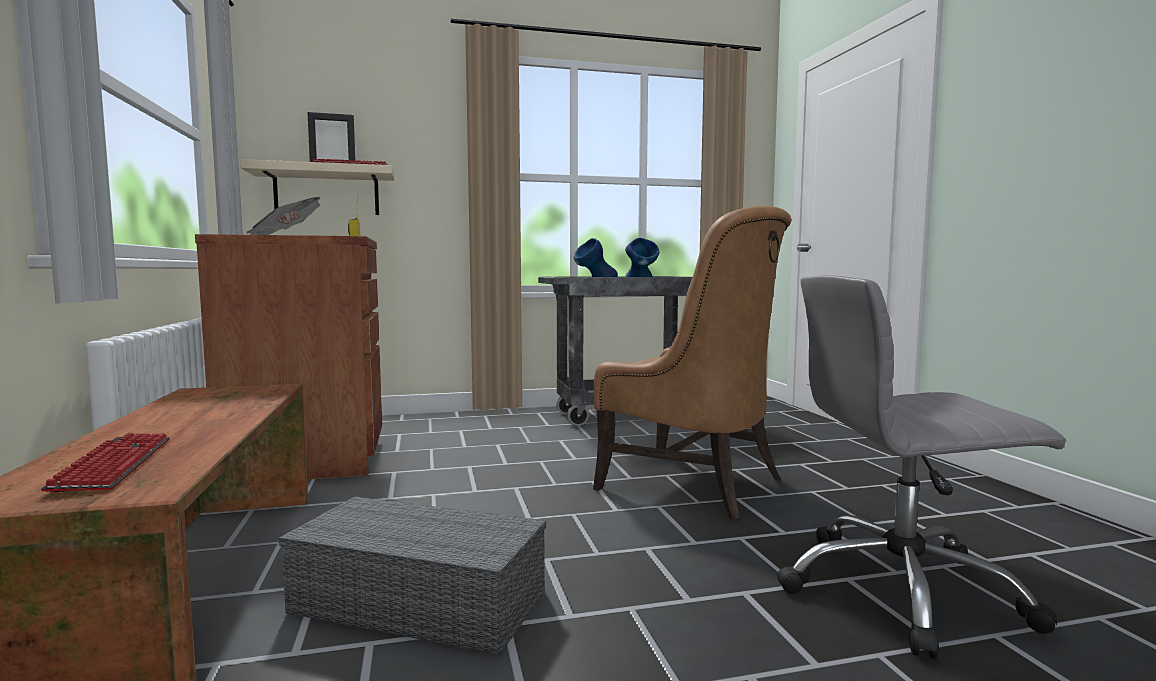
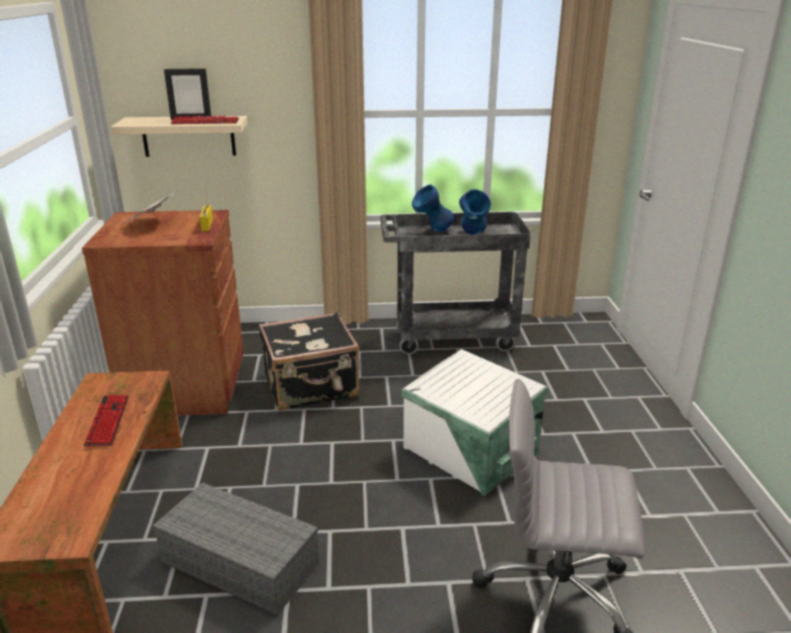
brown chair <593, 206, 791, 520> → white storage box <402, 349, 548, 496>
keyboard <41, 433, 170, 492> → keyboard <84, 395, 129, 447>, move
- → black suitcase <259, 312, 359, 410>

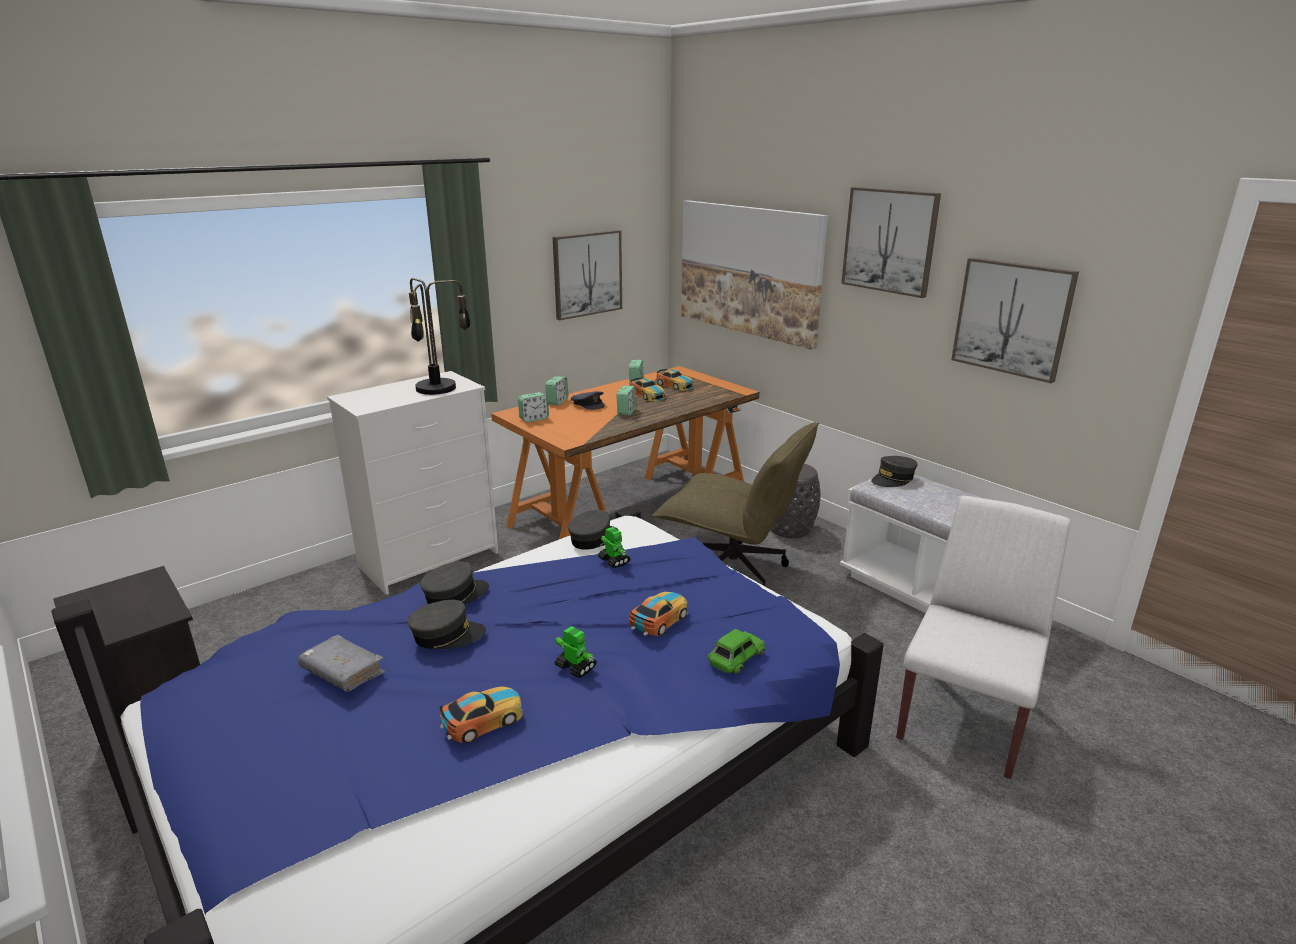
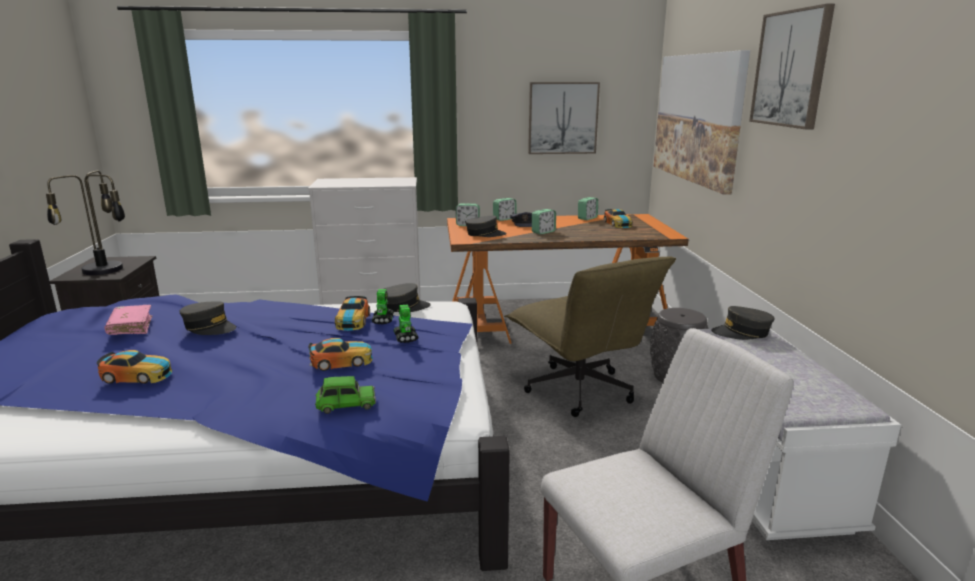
picture <951, 257, 1079, 383> → -
table lamp <409, 278, 470, 395> → table lamp <46, 170, 125, 275>, move
toy car <631, 377, 665, 401> → toy car <335, 296, 370, 331>, move
grey cap <420, 561, 489, 604> → grey cap <465, 216, 507, 237>, move
toy robot <554, 626, 596, 678> → toy robot <393, 305, 419, 343>, move
grey book <298, 635, 385, 691> → pink book <104, 305, 152, 335>

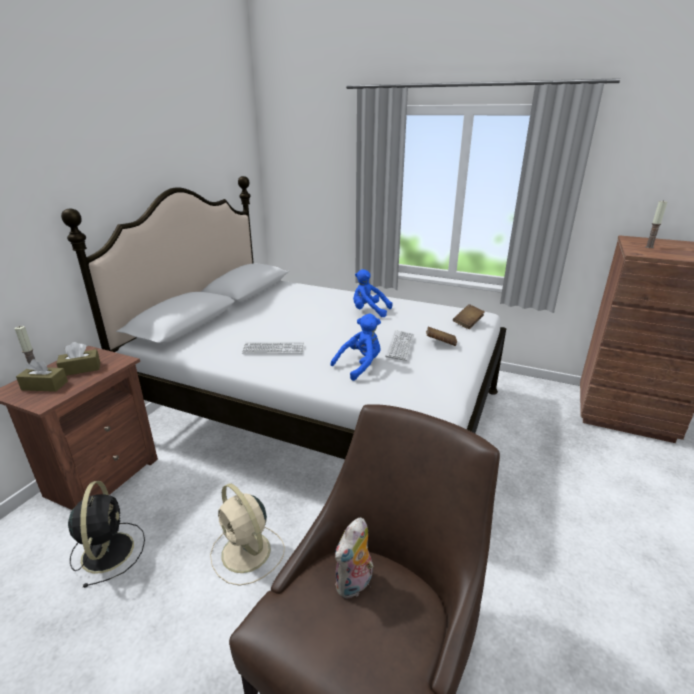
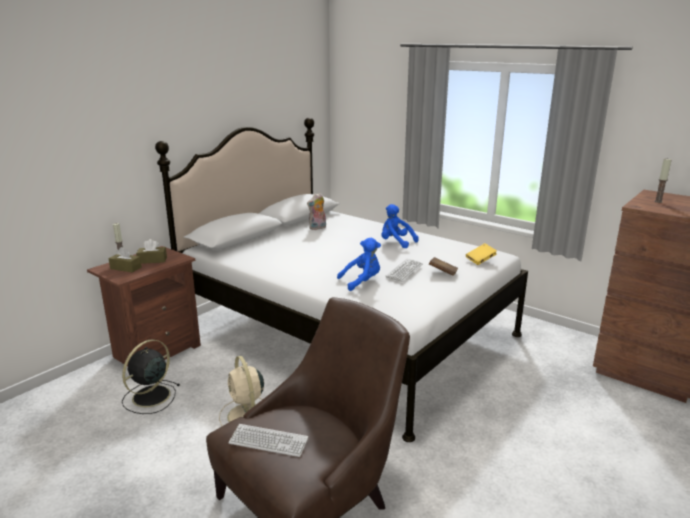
brown book <453, 304, 485, 329> → yellow book <466, 243, 497, 265>
keyboard <242, 342, 304, 354> → keyboard <229, 424, 309, 457>, move
black fan <68, 481, 145, 588> → black fan <122, 340, 180, 414>, 150 degrees counterclockwise
plush toy <335, 518, 373, 599> → plush toy <307, 193, 326, 230>, move

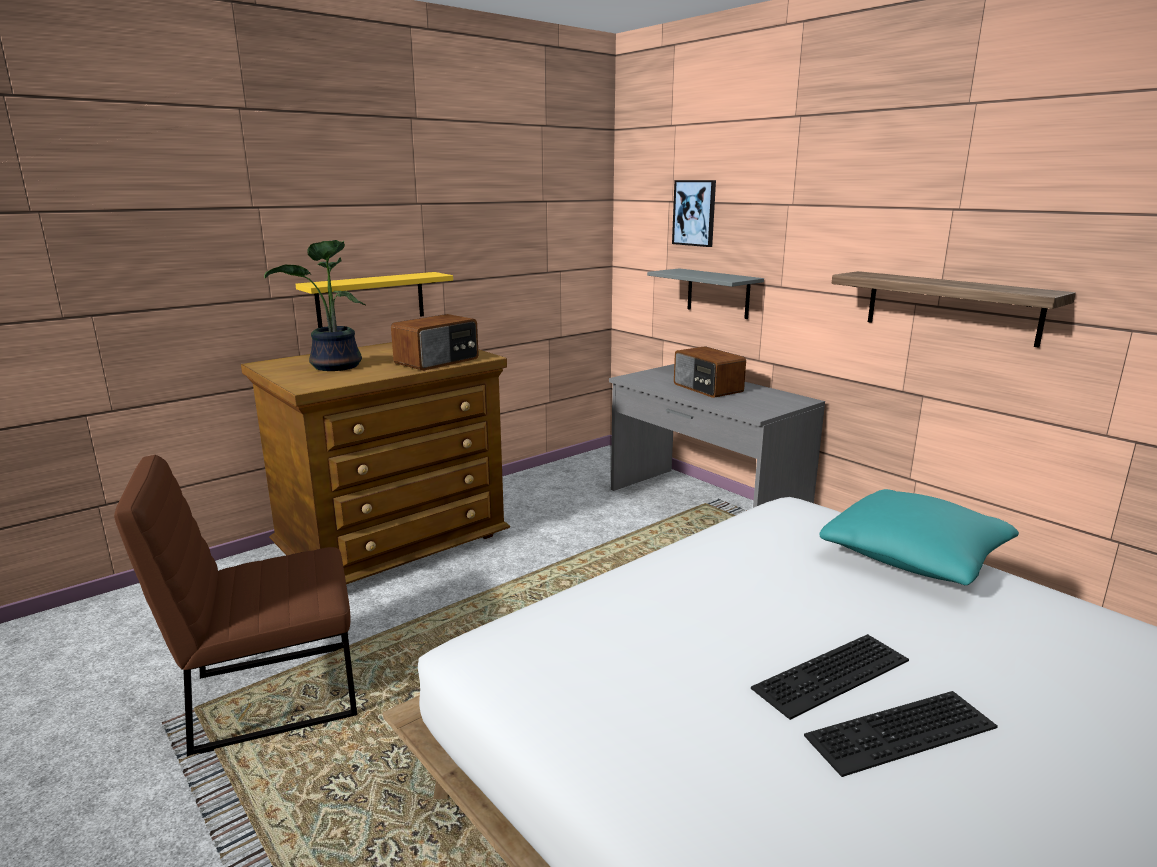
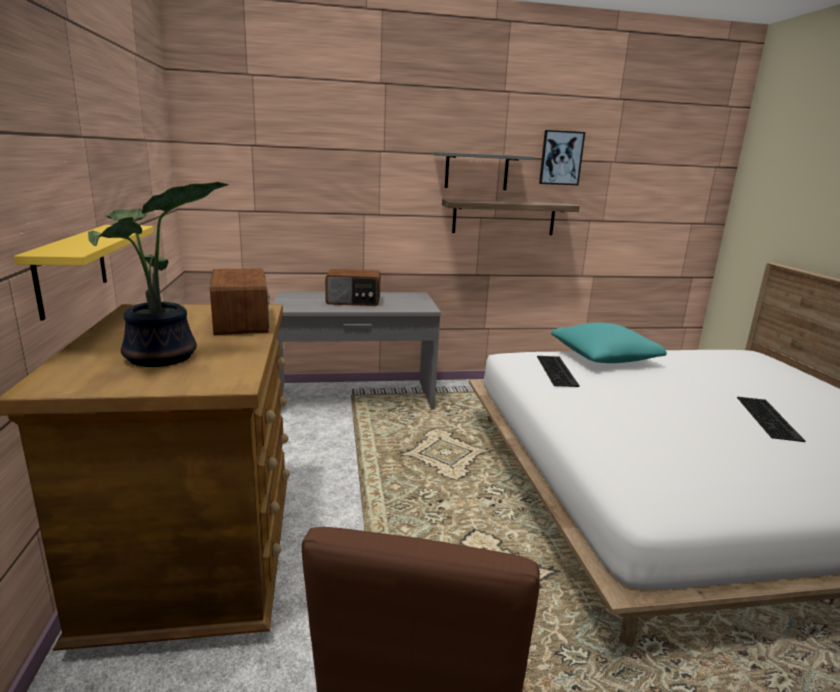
picture <672, 180, 716, 247> → picture <539, 130, 585, 185>, move
grey shelf <647, 268, 764, 319> → grey shelf <434, 152, 534, 190>, move
keyboard <751, 634, 909, 720> → keyboard <537, 356, 580, 387>, move

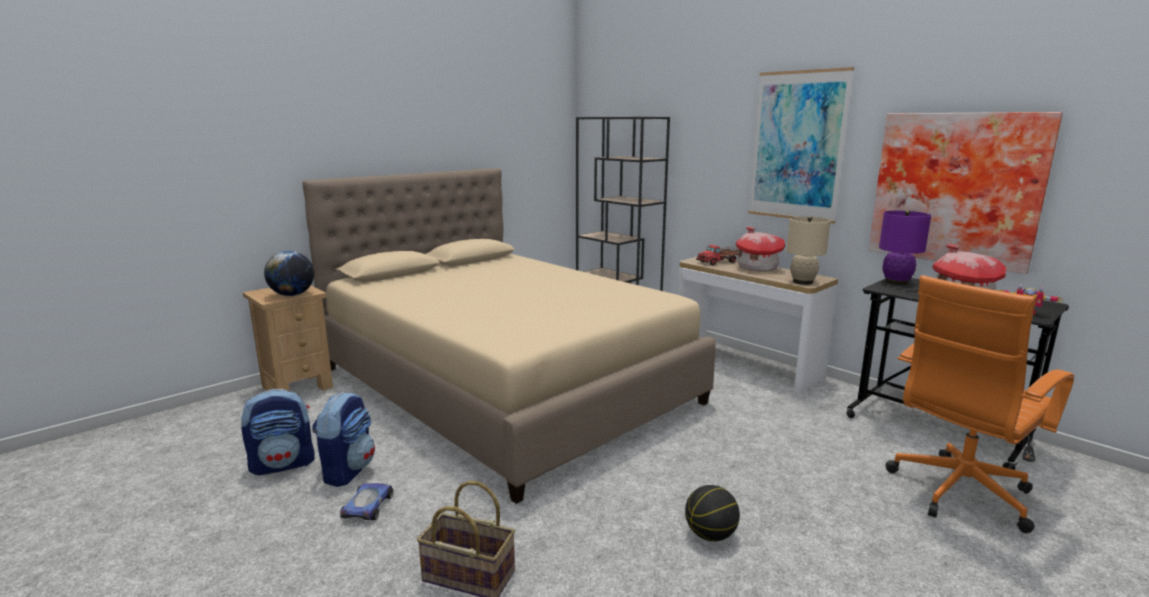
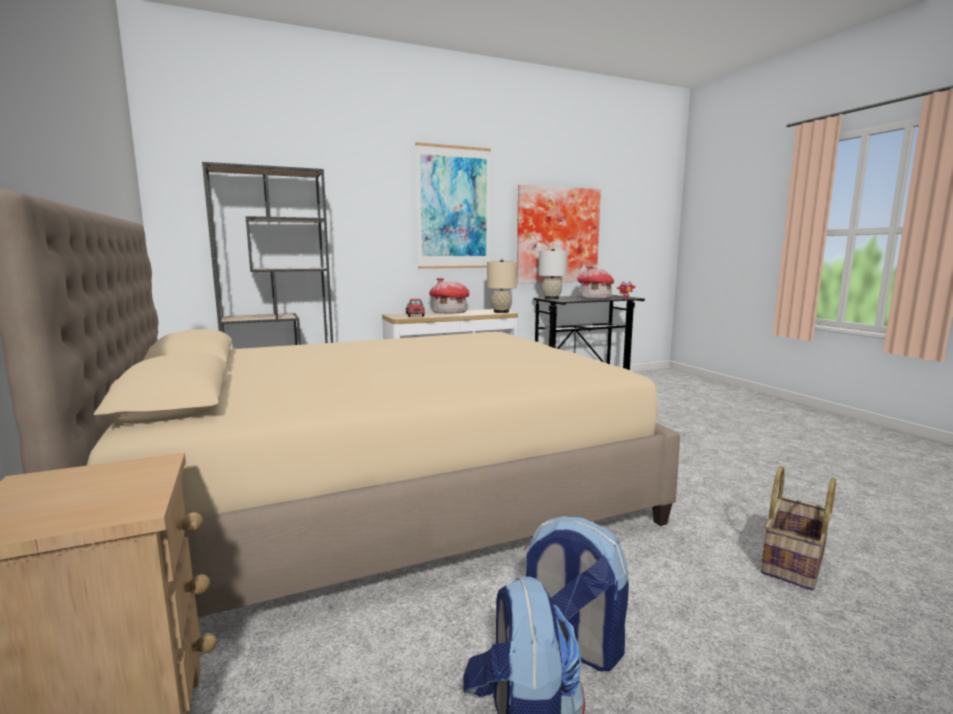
purple table lamp <879, 210, 931, 285> → white table lamp <538, 249, 567, 299>
globe <264, 251, 314, 296> → -
orange office chair <885, 275, 1074, 533> → -
toy car <340, 483, 393, 520> → -
basketball <685, 485, 740, 541> → -

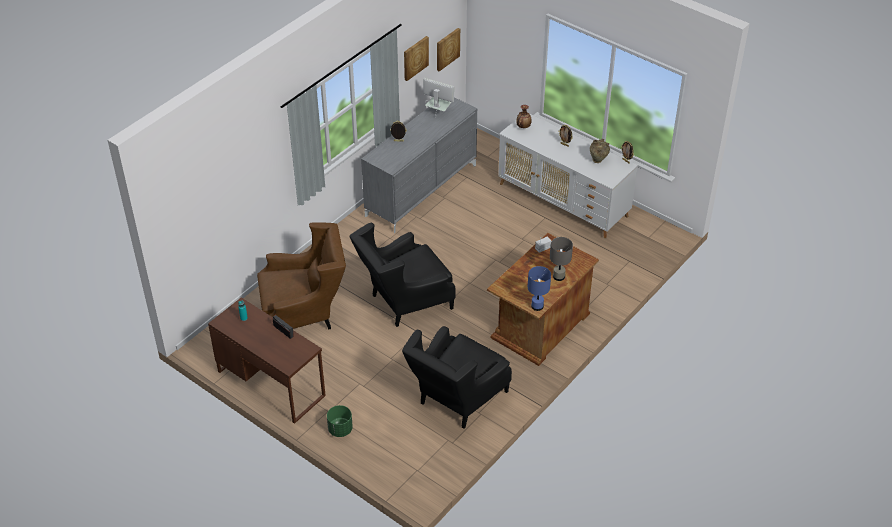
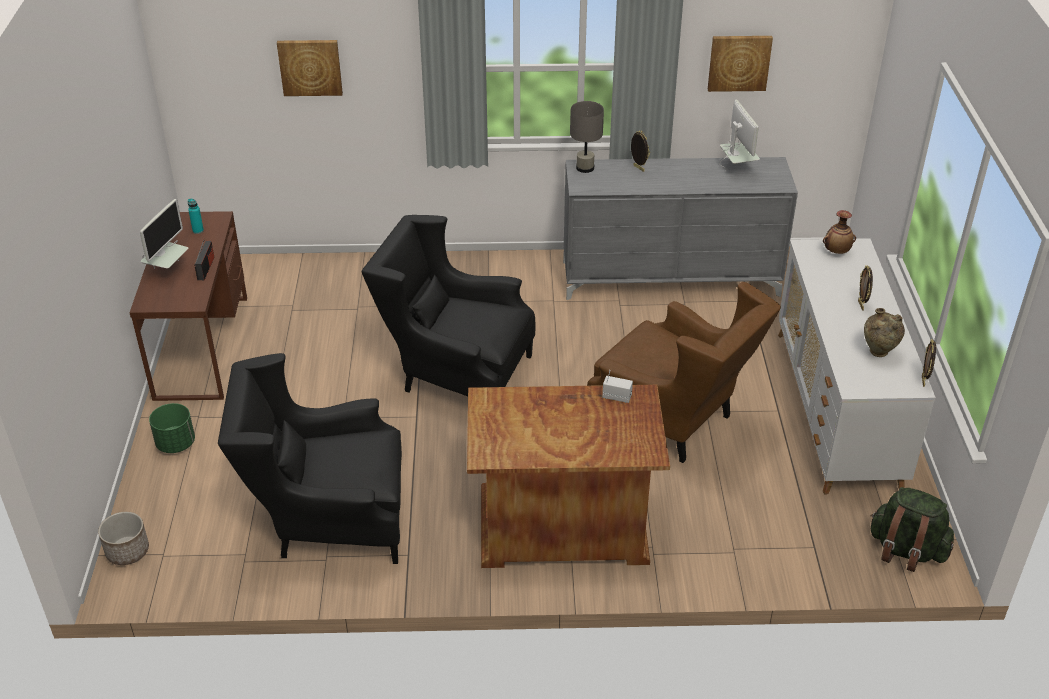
picture <437, 28, 460, 71> → picture <277, 40, 343, 96>, move
brown armchair <257, 222, 346, 329> → brown armchair <587, 282, 781, 463>, move
grey table lamp <550, 237, 573, 281> → grey table lamp <570, 101, 604, 173>, move
blue table lamp <528, 266, 551, 311> → -
- → monitor <140, 199, 188, 269>
- → green backpack <871, 487, 954, 572>
- → planter <98, 512, 149, 565>

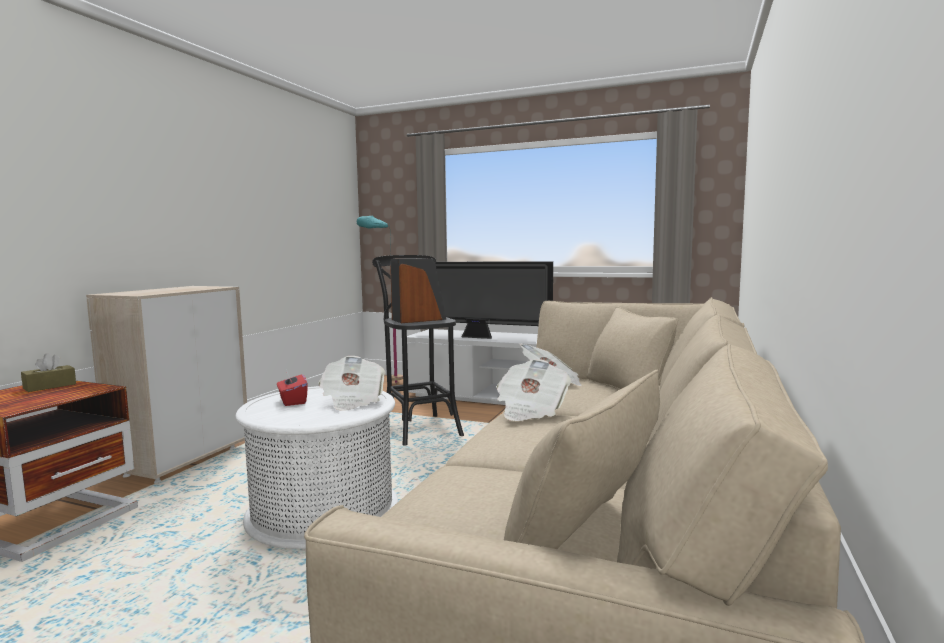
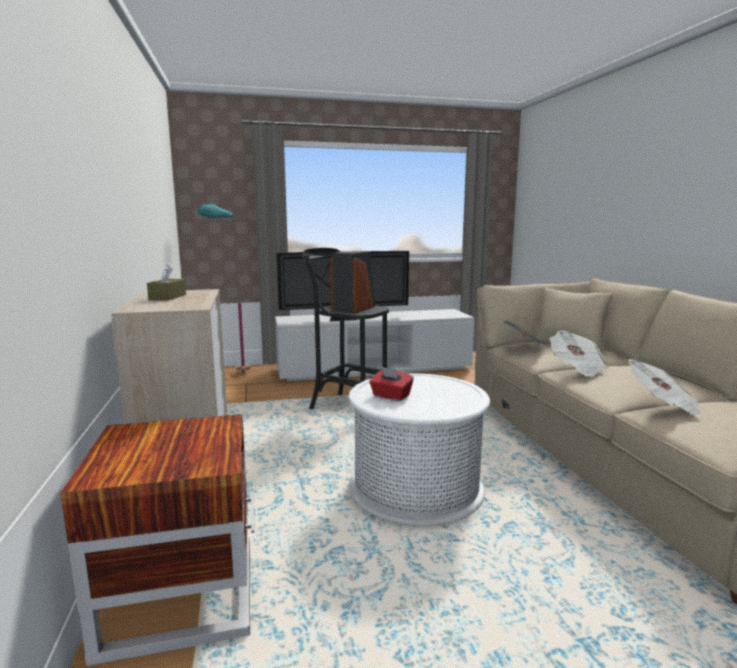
brown tissue box <21, 353, 76, 392> → brown tissue box <147, 264, 186, 301>, move
newspaper <318, 356, 385, 411> → newspaper <628, 359, 701, 417>, move

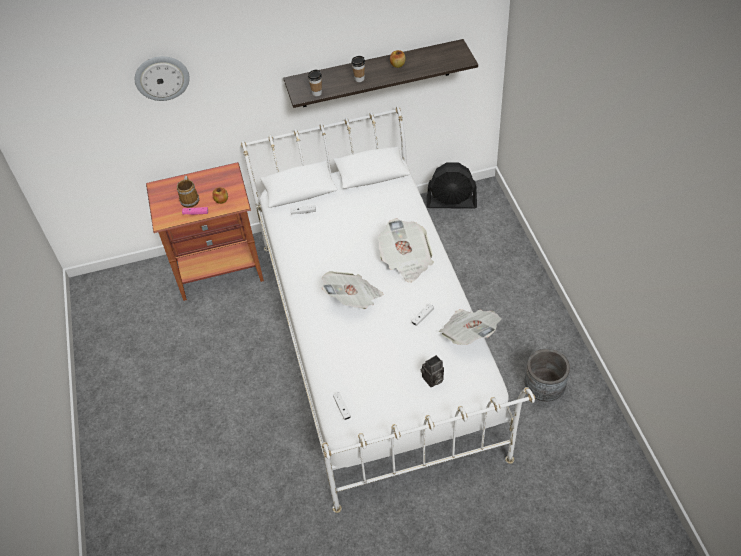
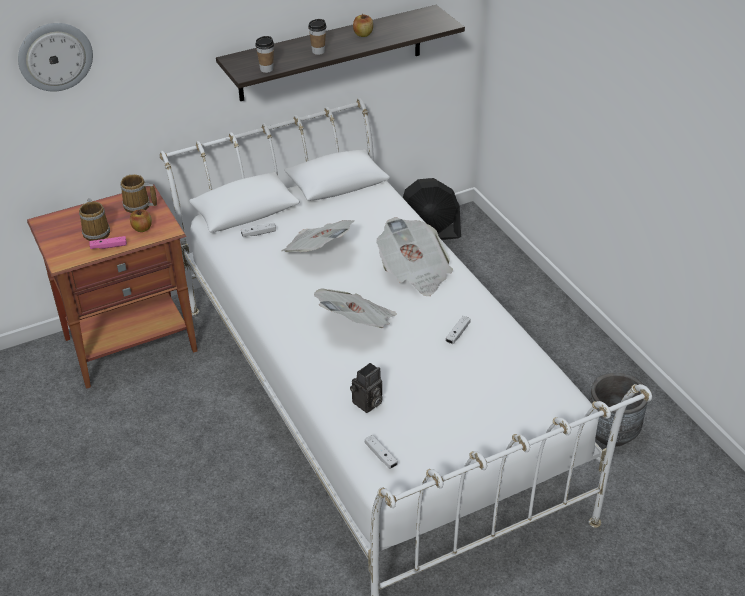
newspaper <439, 309, 502, 345> → newspaper <282, 220, 355, 252>, move
photo camera <420, 355, 444, 387> → photo camera <350, 363, 383, 413>, move
- → mug <120, 174, 157, 213>

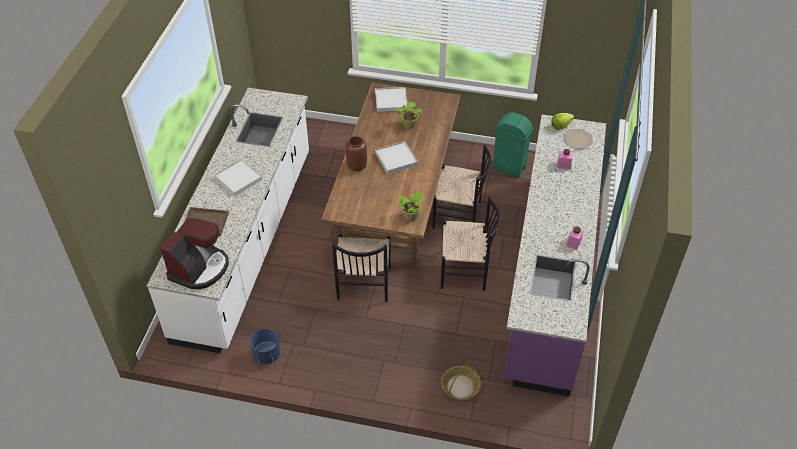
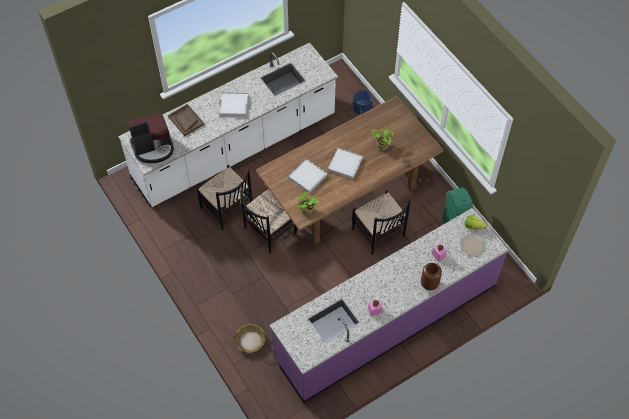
white tray <375, 87, 407, 112> → white tray <288, 159, 327, 193>, move
brown vase <346, 136, 367, 171> → brown vase <421, 263, 442, 290>, move
black chair <441, 196, 500, 291> → black chair <197, 165, 252, 230>, move
blue planter <250, 329, 280, 364> → blue planter <353, 90, 373, 115>, move

